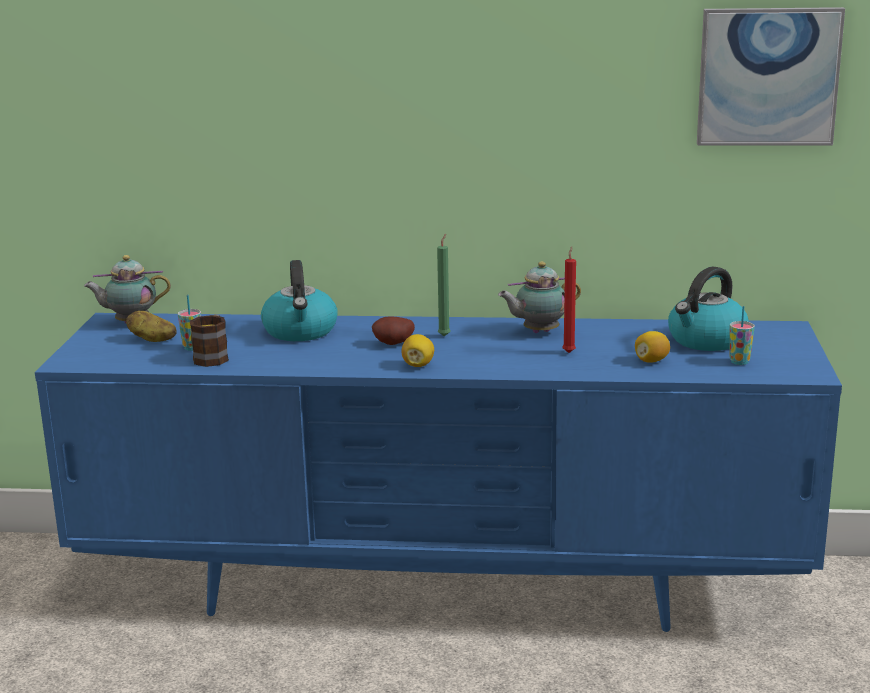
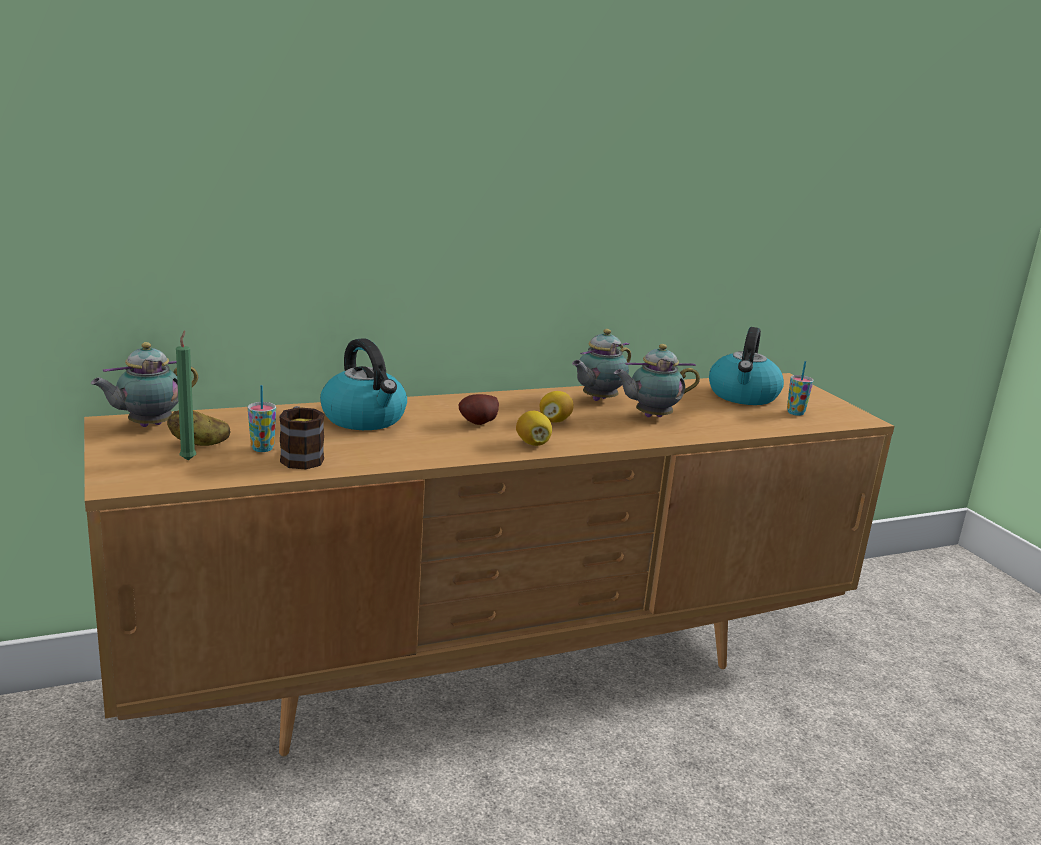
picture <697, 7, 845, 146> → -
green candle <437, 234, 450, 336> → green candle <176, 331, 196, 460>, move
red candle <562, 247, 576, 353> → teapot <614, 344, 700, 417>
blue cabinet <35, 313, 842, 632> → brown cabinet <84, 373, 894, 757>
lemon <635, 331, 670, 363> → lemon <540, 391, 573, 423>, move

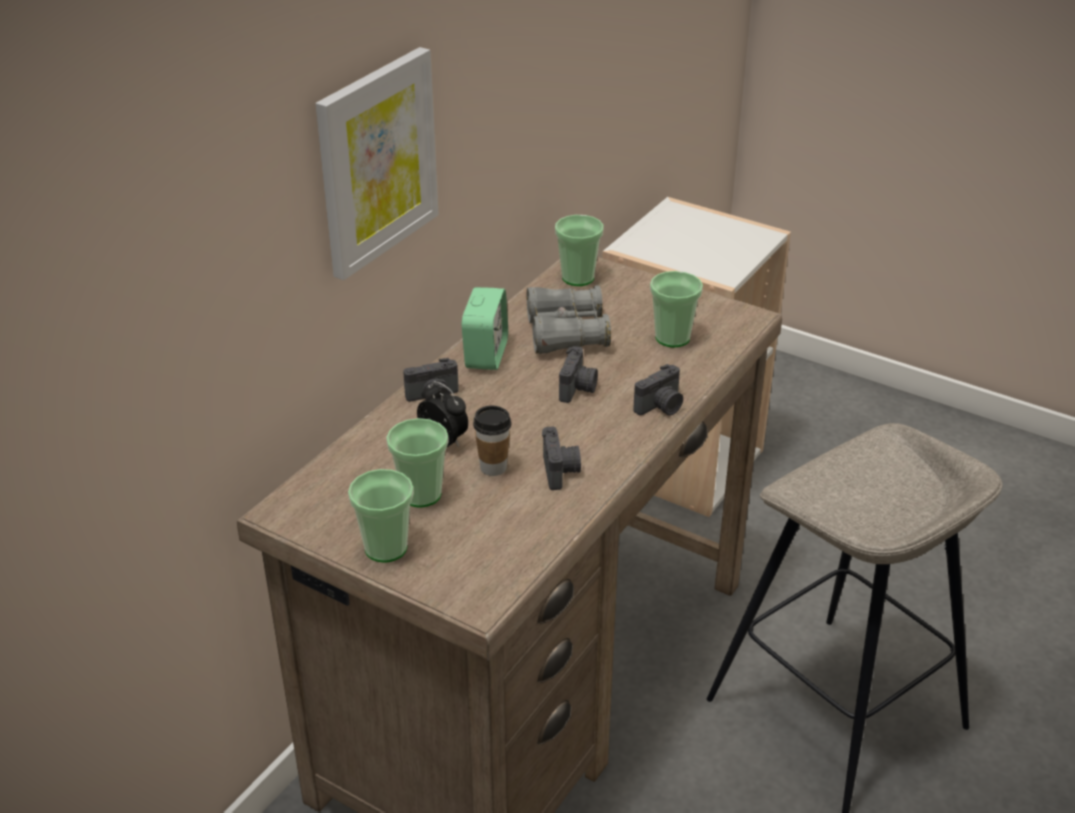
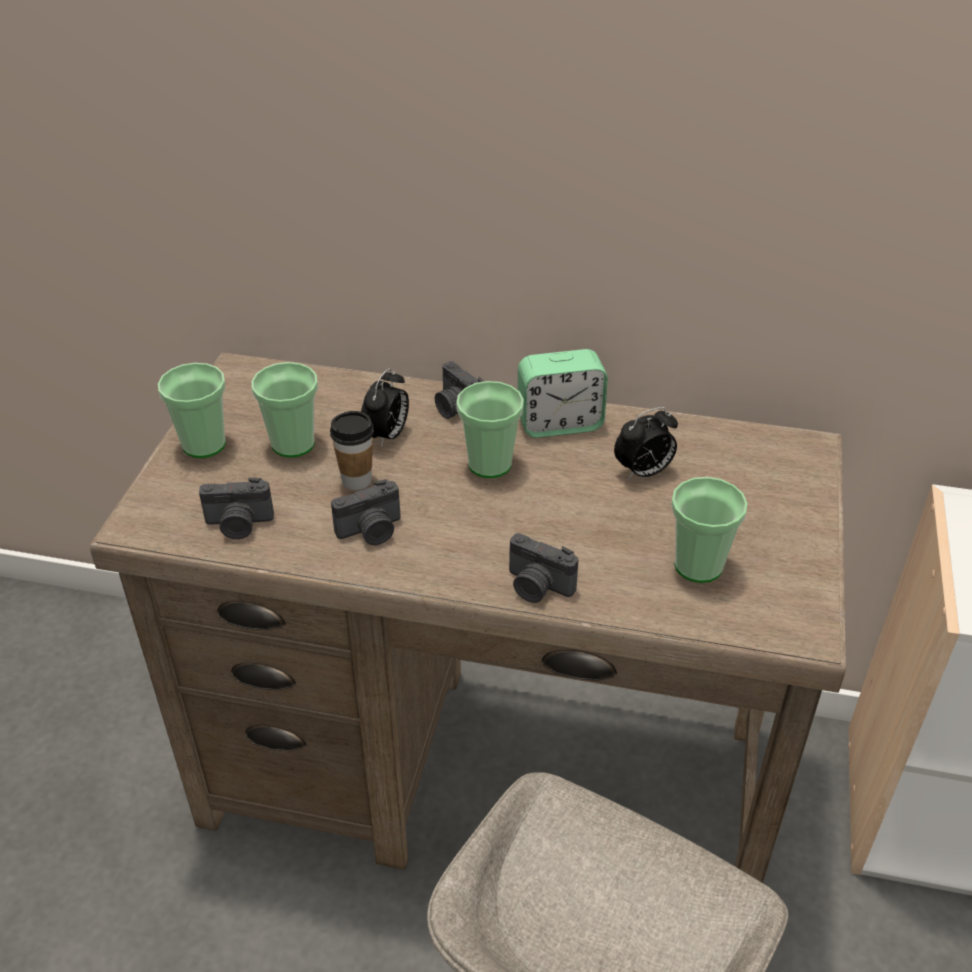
picture <315, 47, 439, 280> → -
cup <555, 215, 604, 286> → cup <456, 381, 524, 478>, move
grey binoculars <527, 285, 611, 354> → alarm clock <614, 407, 678, 480>
photo camera <559, 346, 598, 403> → photo camera <199, 478, 274, 539>, move

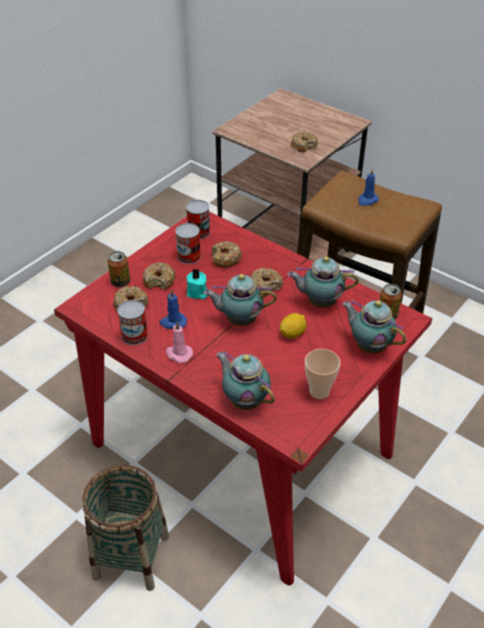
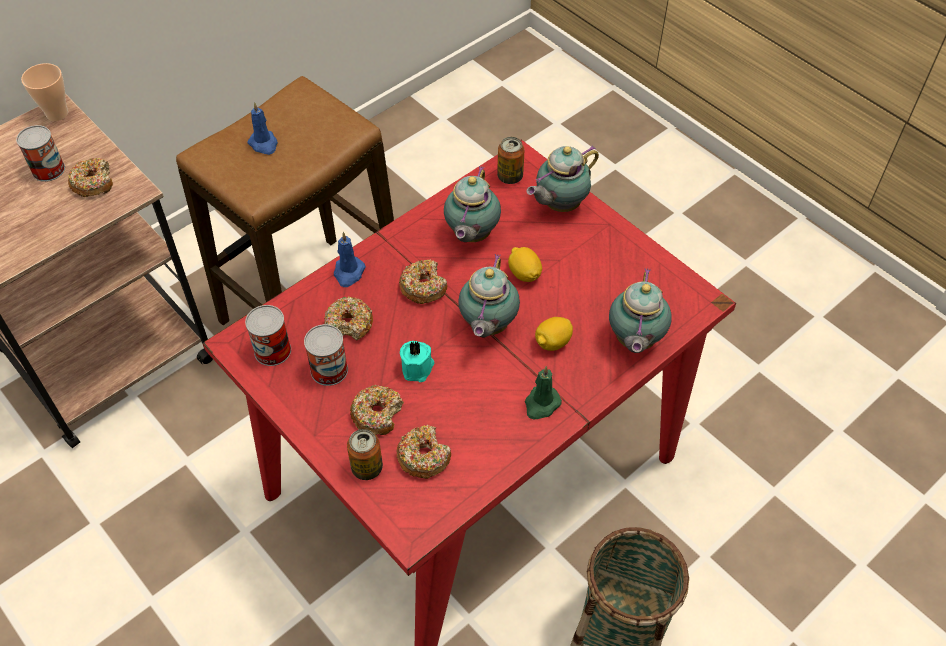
blue candle <159, 289, 187, 329> → blue candle <334, 232, 366, 287>, move
can <117, 300, 148, 345> → can <16, 125, 65, 182>, move
pink candle <166, 321, 193, 363> → green candle <525, 366, 562, 419>
cup <305, 349, 341, 399> → cup <21, 63, 68, 121>, move
teapot <216, 351, 275, 410> → teapot <609, 268, 672, 353>, 45 degrees counterclockwise
- → lemon <535, 317, 573, 351>

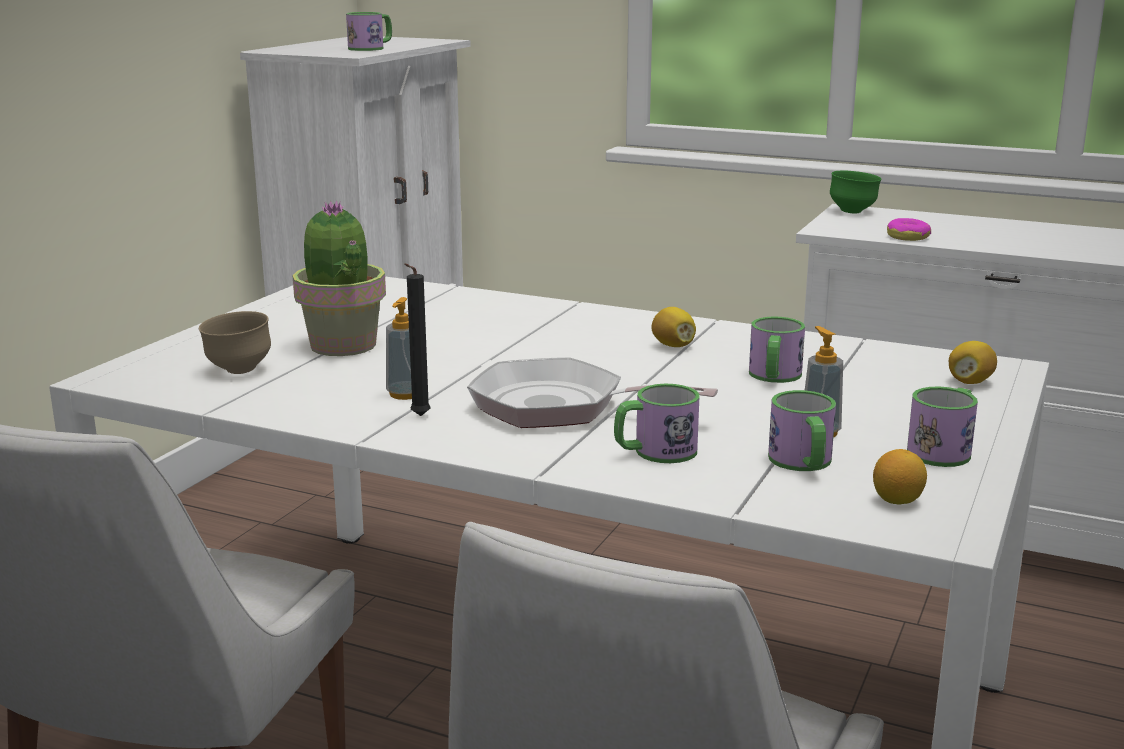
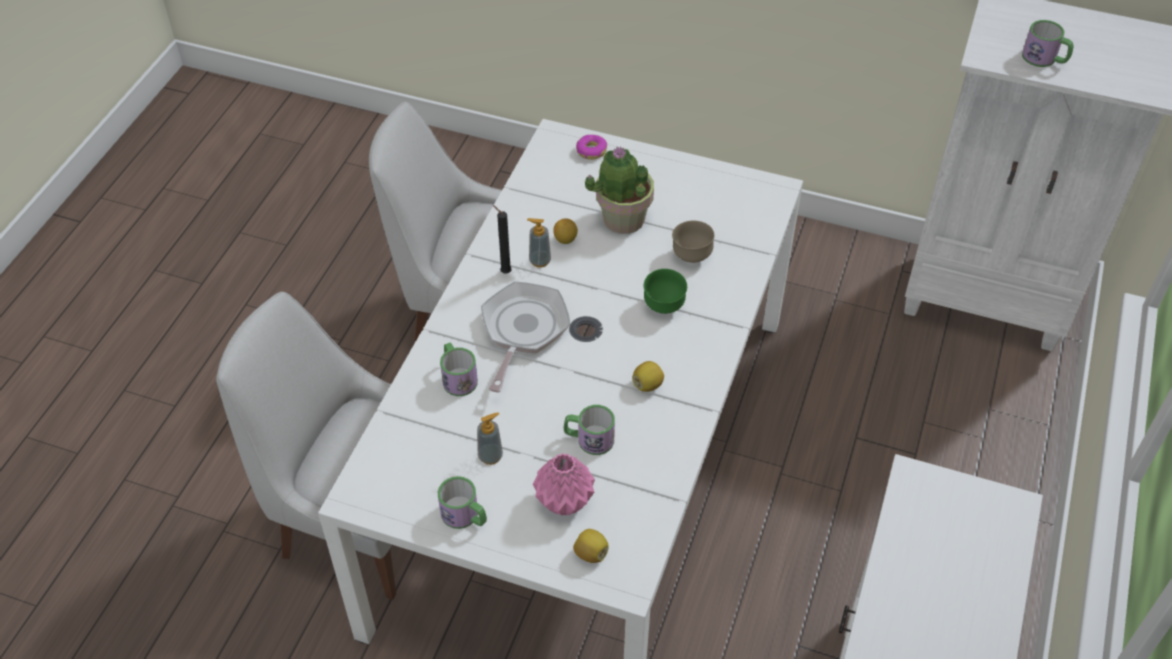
green bowl <830, 171, 882, 213> → green bowl <644, 269, 687, 314>, move
donut <887, 218, 931, 241> → donut <576, 135, 607, 160>, move
brown bowl <199, 311, 271, 374> → brown bowl <672, 221, 715, 263>, move
mug <768, 390, 836, 471> → -
lemon <873, 449, 927, 504> → lemon <553, 218, 578, 244>, move
- → pink vase <533, 453, 595, 516>

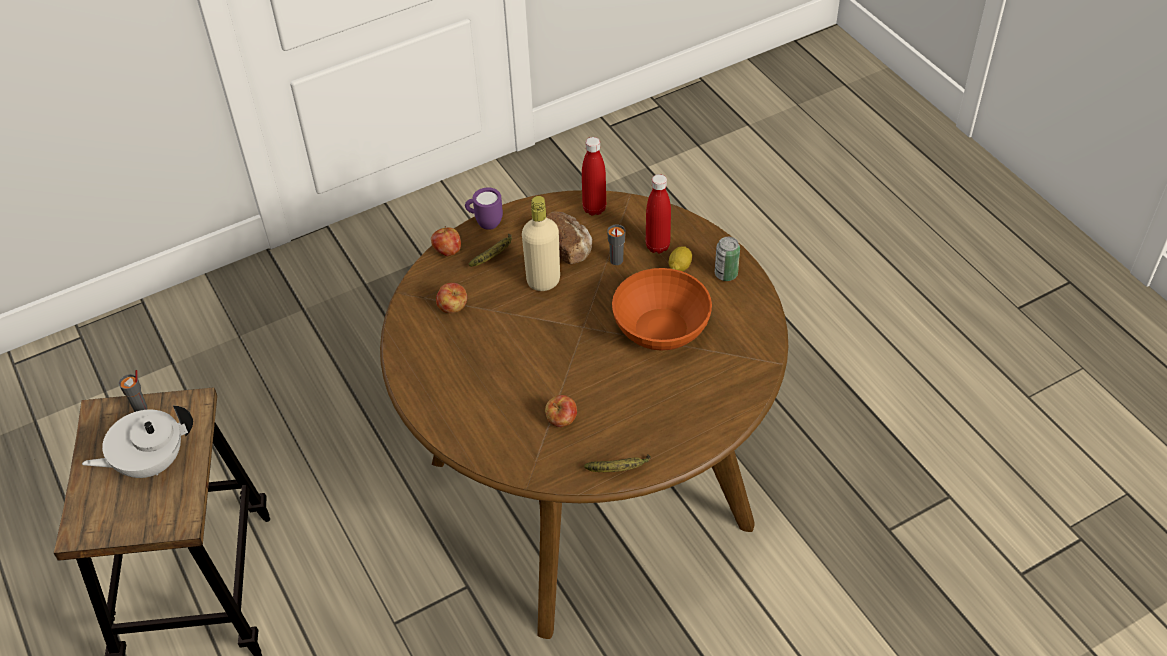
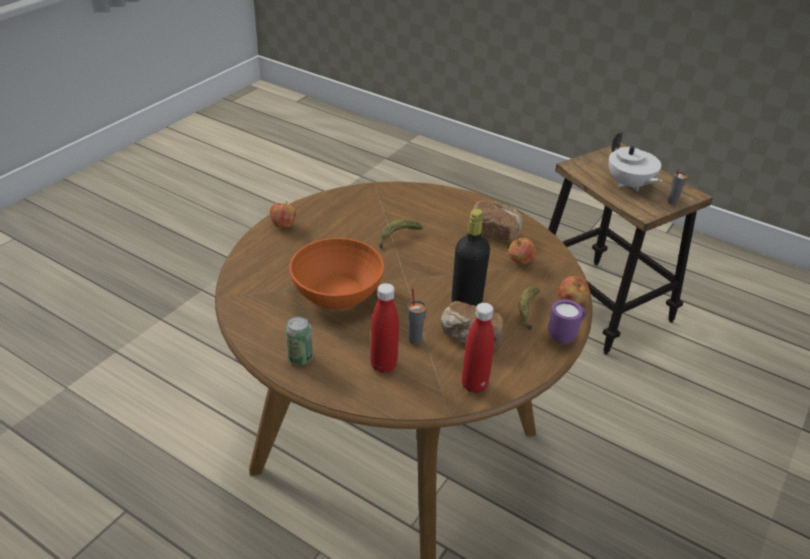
beige bottle <522, 196, 560, 291> → black bottle <452, 209, 490, 306>
lemon <669, 246, 692, 272> → -
apple <545, 395, 577, 427> → apple <270, 202, 296, 228>, move
white teapot <82, 406, 193, 478> → white teapot <608, 132, 662, 191>, 120 degrees clockwise
banana <584, 454, 651, 472> → banana <379, 219, 423, 249>, move
- → bread <473, 200, 523, 241>

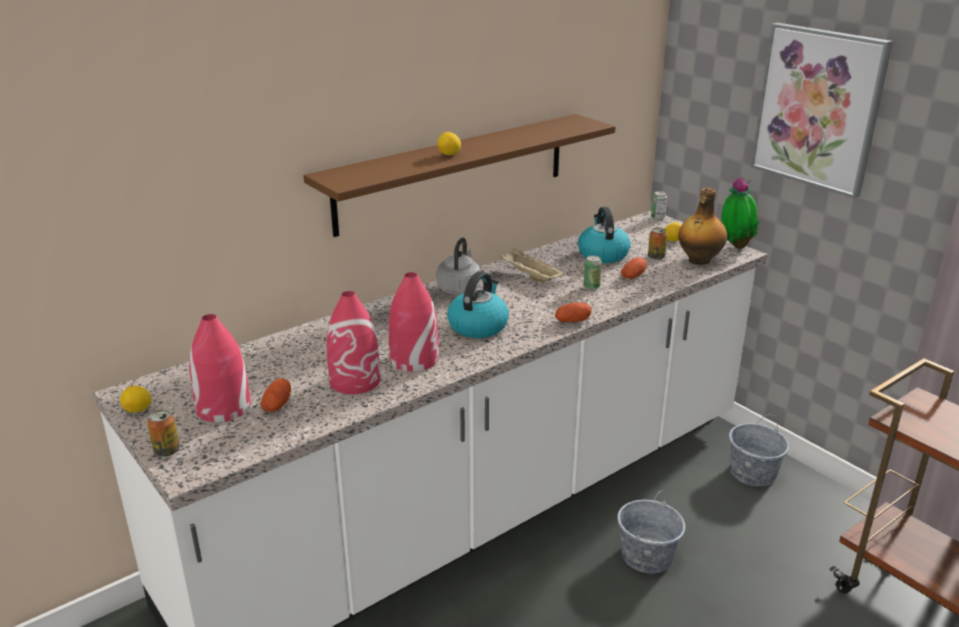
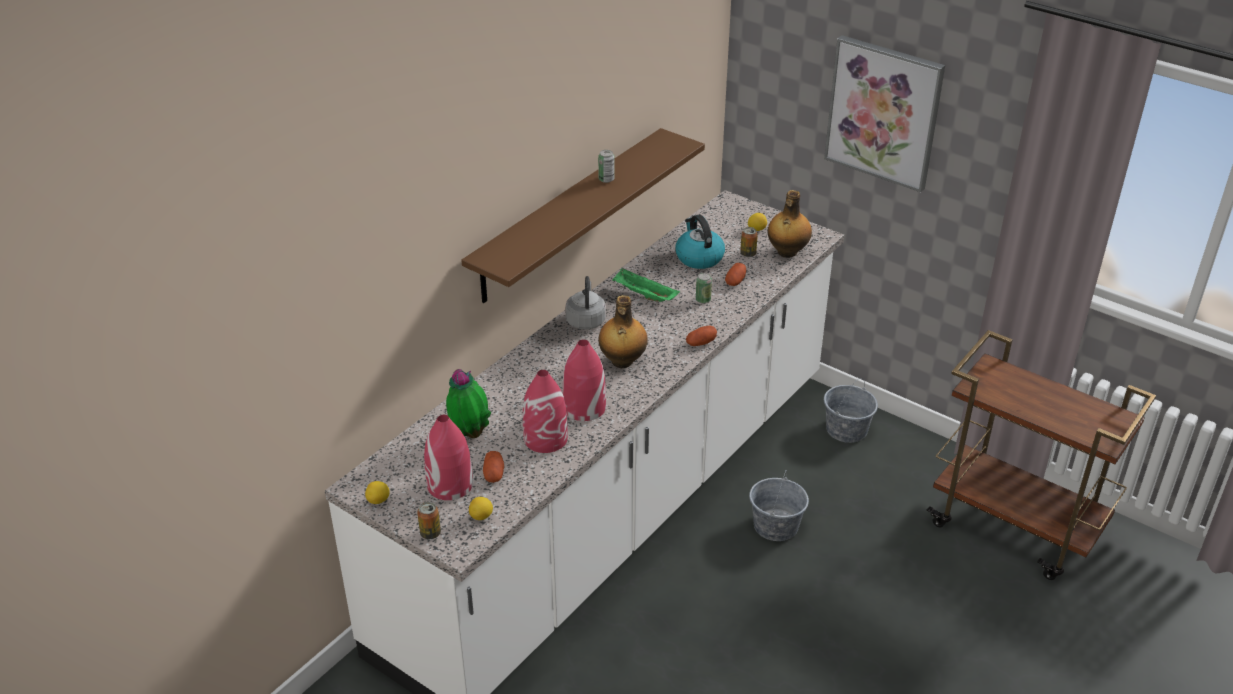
lemon <437, 132, 461, 155> → lemon <469, 497, 493, 520>, move
potted plant <721, 177, 759, 249> → potted plant <446, 369, 491, 438>, move
can <651, 191, 667, 220> → can <598, 150, 615, 183>, move
beige tray <500, 249, 566, 282> → green tray <612, 268, 680, 302>
kettle <447, 271, 509, 338> → bottle <599, 295, 648, 368>

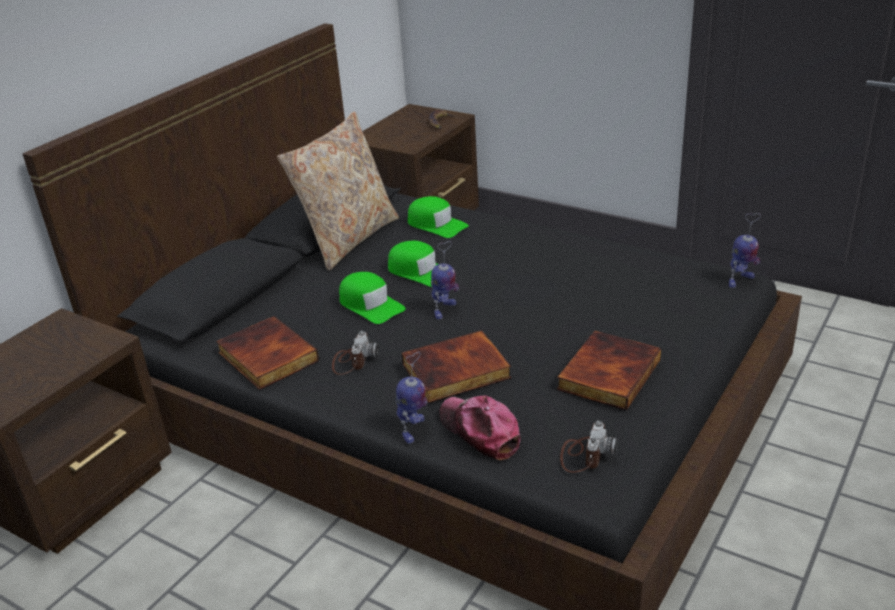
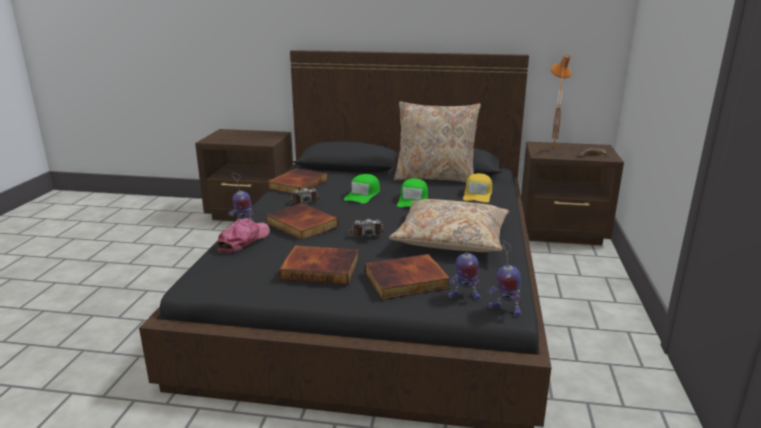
green cap <408, 196, 469, 238> → yellow cap <463, 173, 492, 203>
toy robot <431, 241, 459, 319> → toy robot <448, 230, 481, 300>, move
photo camera <560, 421, 618, 473> → photo camera <348, 219, 384, 237>, move
- → orange table lamp <550, 54, 572, 148>
- → beige pillow <389, 199, 509, 252>
- → book <365, 254, 450, 300>

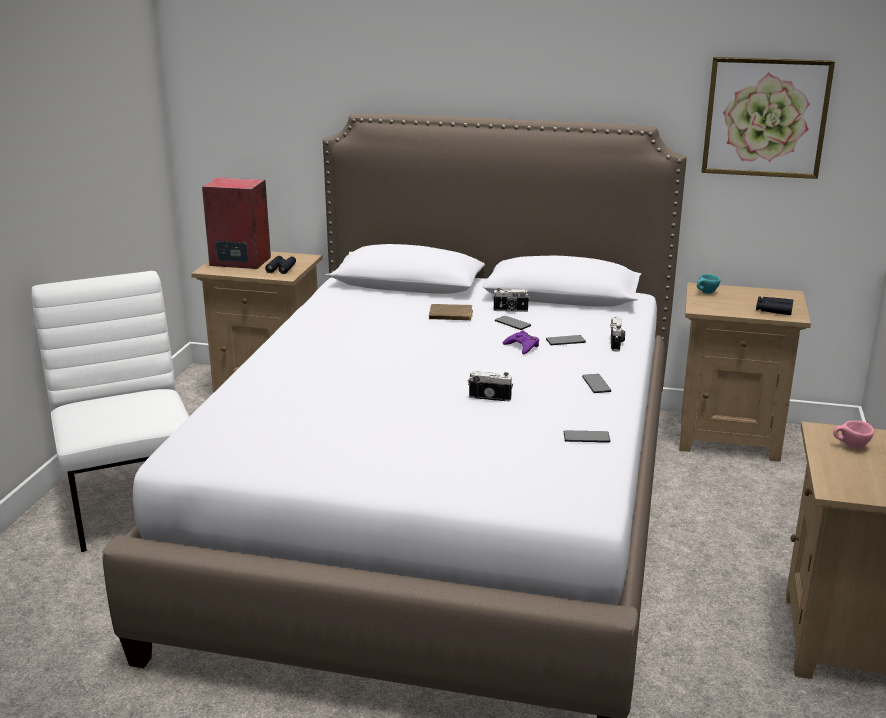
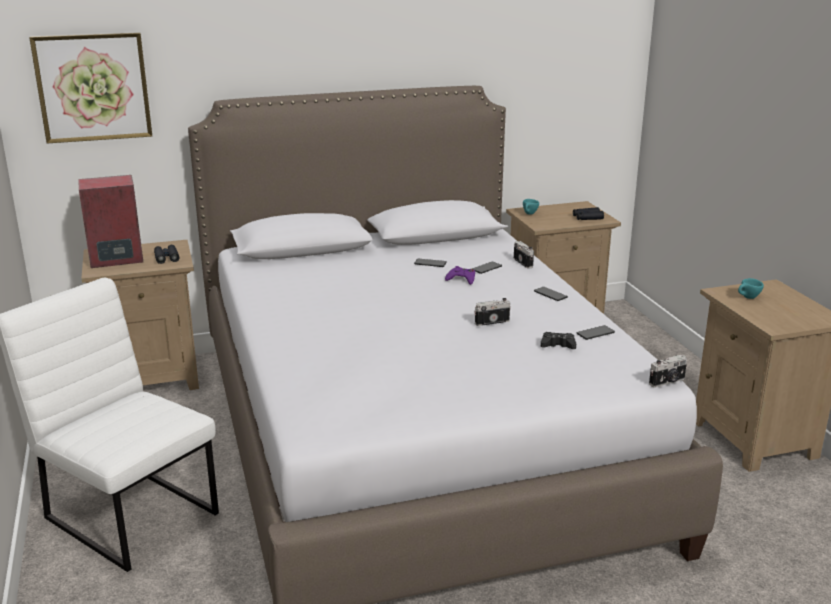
picture <702, 57, 835, 179> → picture <29, 32, 152, 143>, move
photo camera <492, 288, 530, 312> → photo camera <649, 355, 687, 387>, move
brown book <429, 304, 473, 321> → -
pink cup <833, 420, 874, 449> → turquoise cup <738, 278, 764, 299>
- → black game controller <541, 332, 576, 349>

